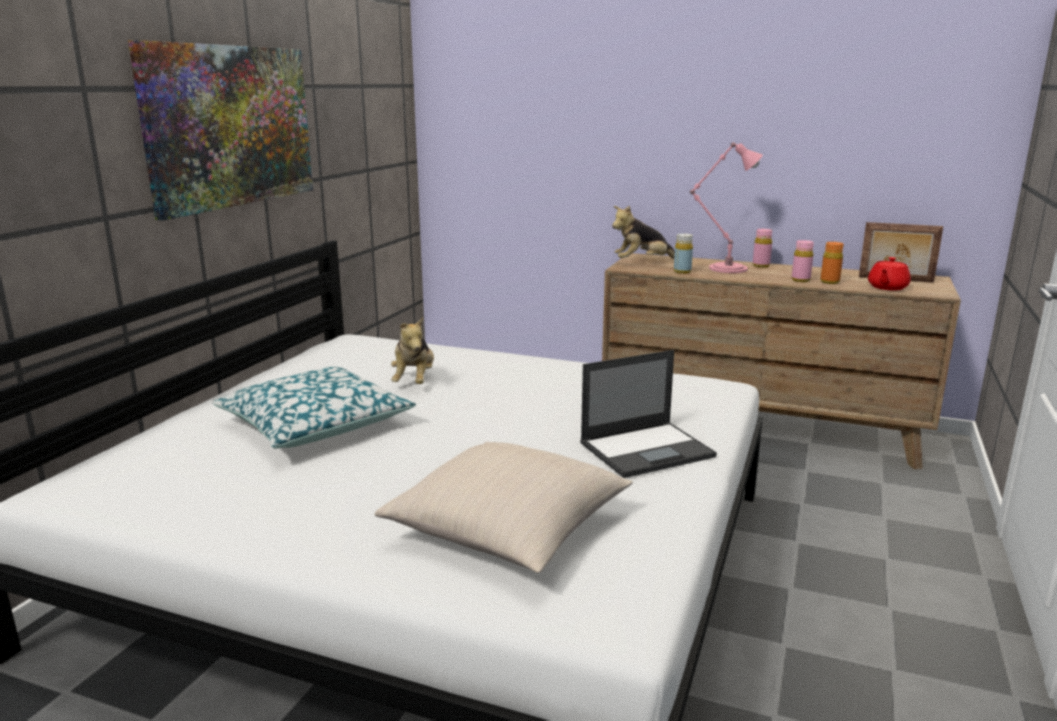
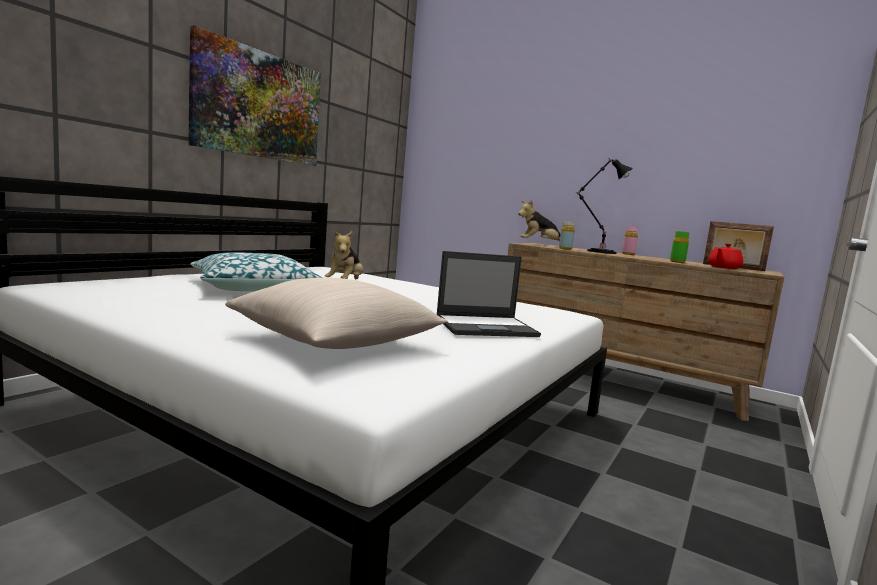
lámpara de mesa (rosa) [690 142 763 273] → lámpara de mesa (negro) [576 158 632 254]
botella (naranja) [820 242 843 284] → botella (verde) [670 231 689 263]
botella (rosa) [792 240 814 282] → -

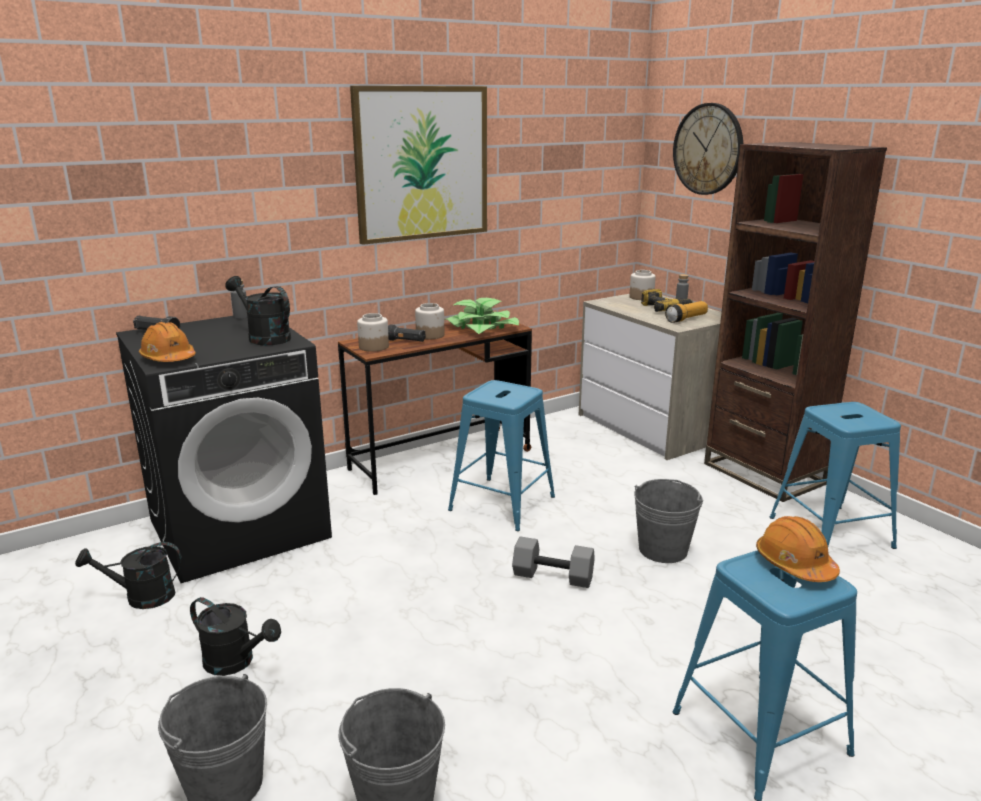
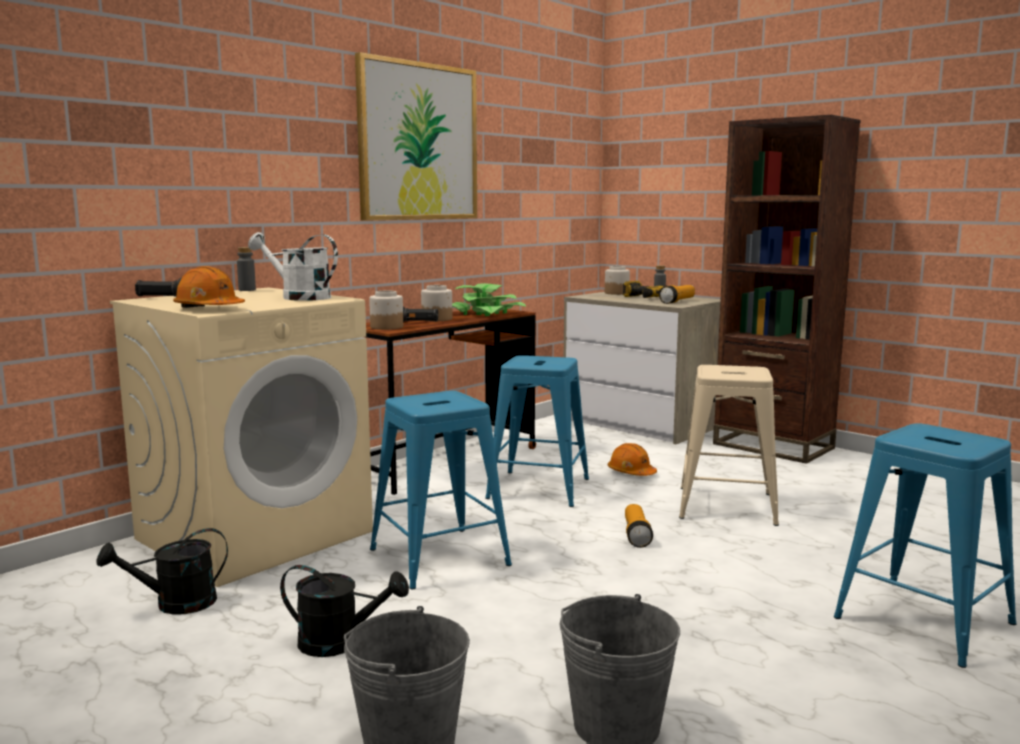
lavadora (negro) [116 316 332 583] → lavadora (beis) [110 287 373 587]
regadera (negro) [226 276 291 345] → regadera (blanco) [248 232 338 301]
taburete (azul) [770 402 901 549] → taburete (azul) [370 391 512 590], shifted
casco (naranja) [756 516 840 582] → casco (naranja) [608 443 657 476], shifted
mancuerna (gris) [512 536 595 588] → linterna [625 504 653 548]
cubo (gris) [634 479 703 563] → taburete (beis) [679 365 779 526]
reloj de pared [673 103 743 195] → -

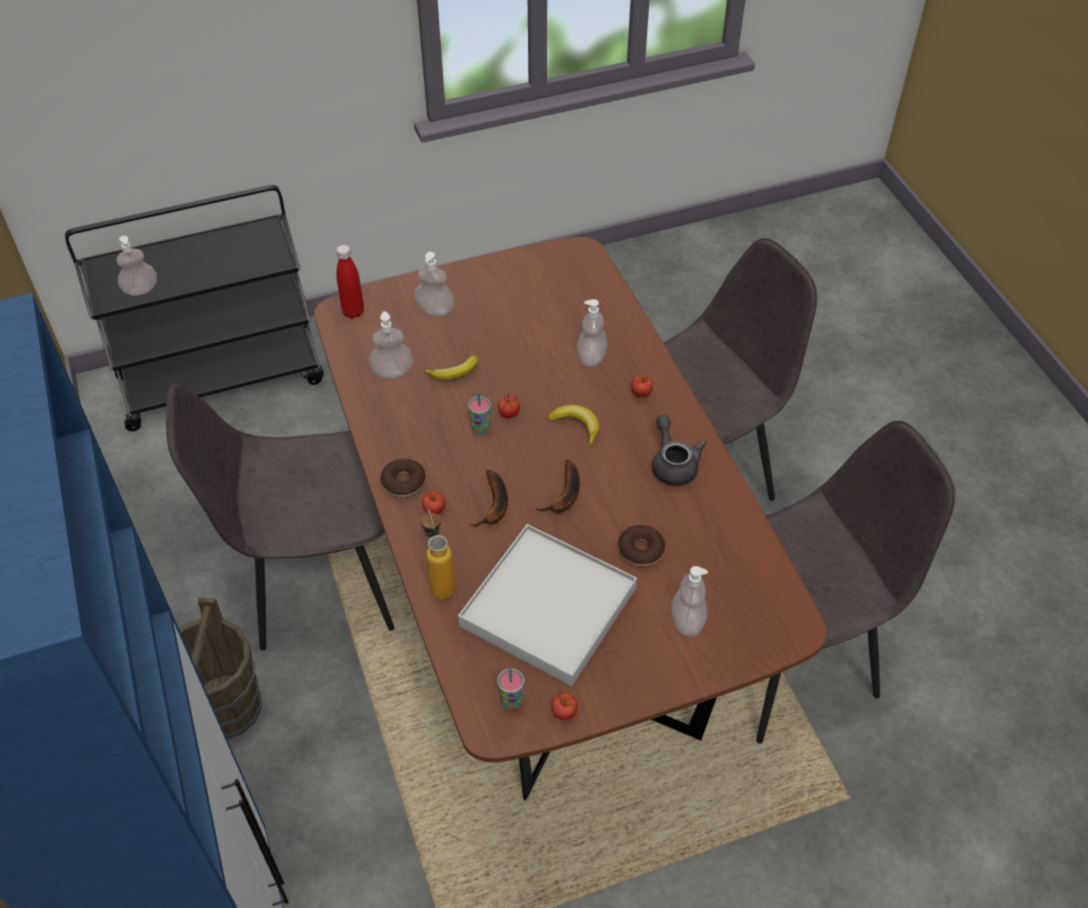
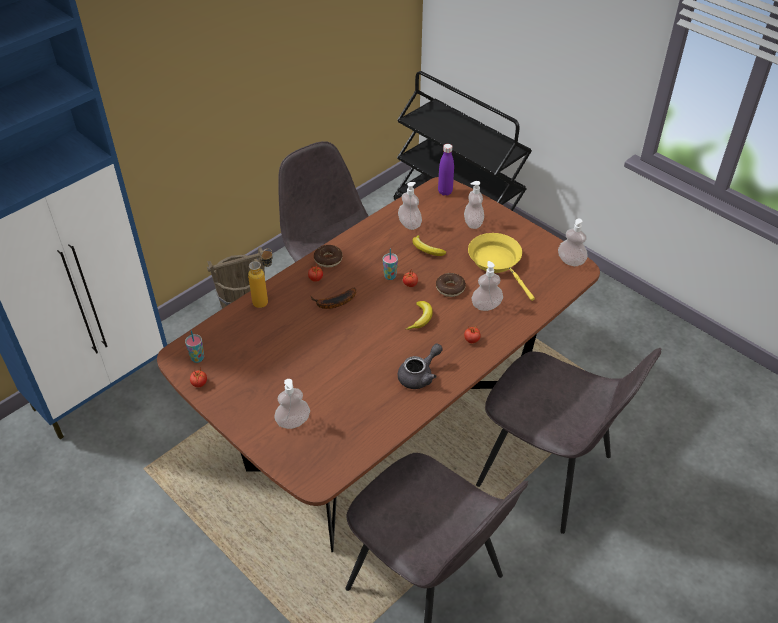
rosquilla [618 525 665 566] → rosquilla [436 273 466 297], shifted
botella (rojo) [336 245 364 319] → botella (morado) [438 144 454 196]
- → sartén (amarillo) [468 233 535 301]
dispensador de jabón [116 236 157 296] → dispensador de jabón [558 218 588 266], shifted
bandeja (blanco) [458 524 637 686] → -
plátano [536 460 580 513] → -

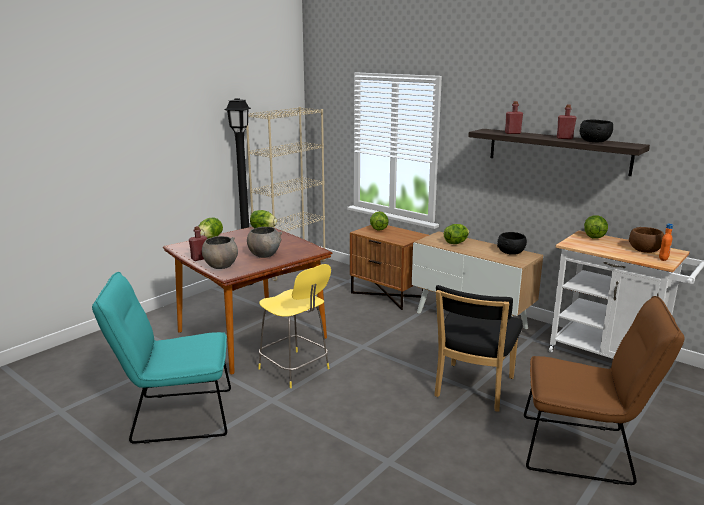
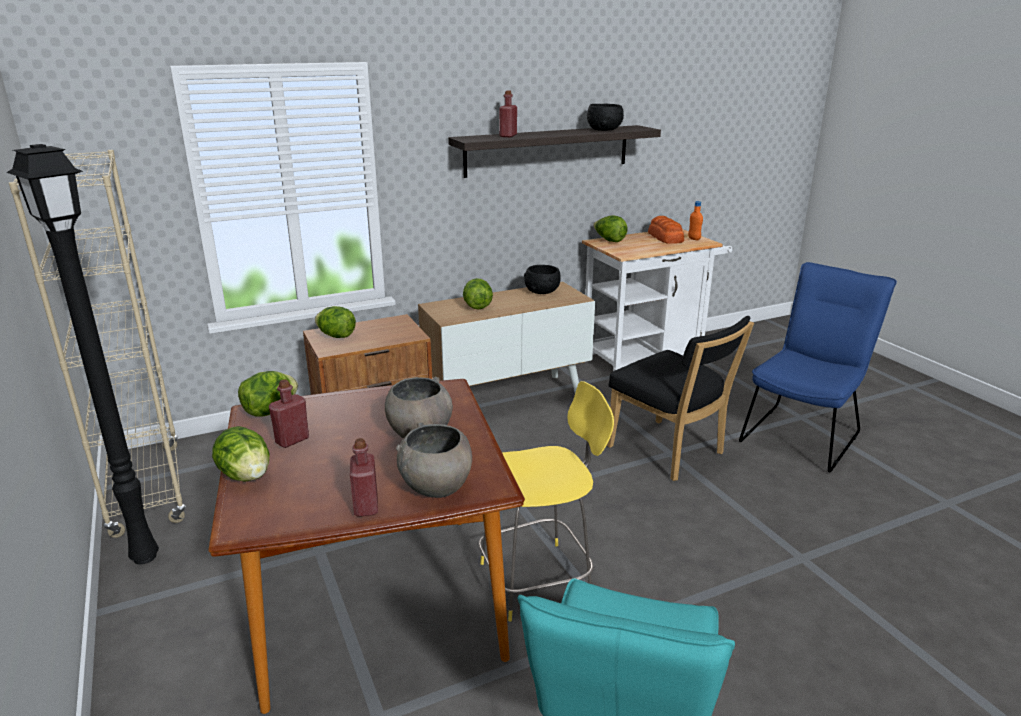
botella (rojo) [557 104 577 139] → botella (rojo) [269 379 309 448], shifted
cuenco (marrón) [629 227 664 253] → pan [648 216 684 244]
silla (marrón) [524 296 685 485] → silla (azul) [739 262 897 473]

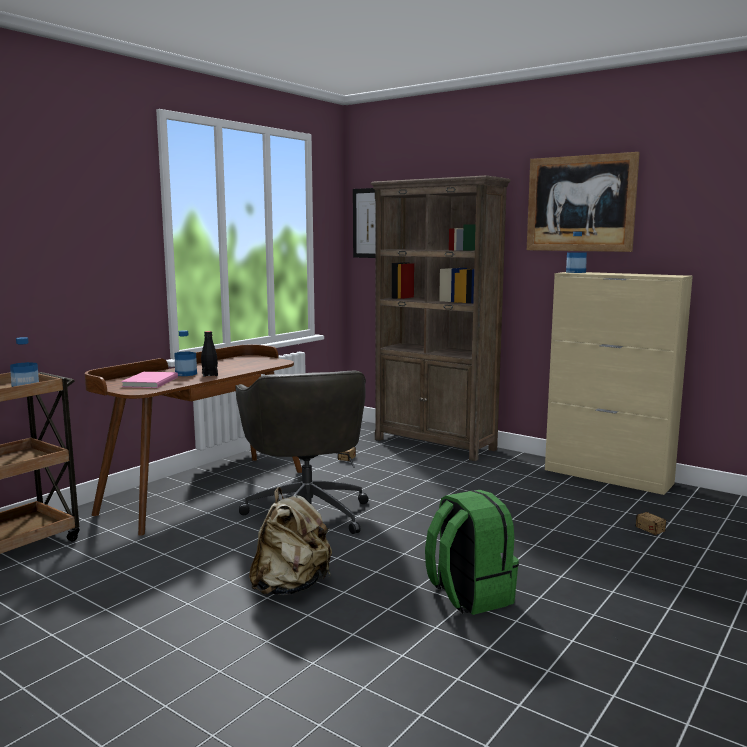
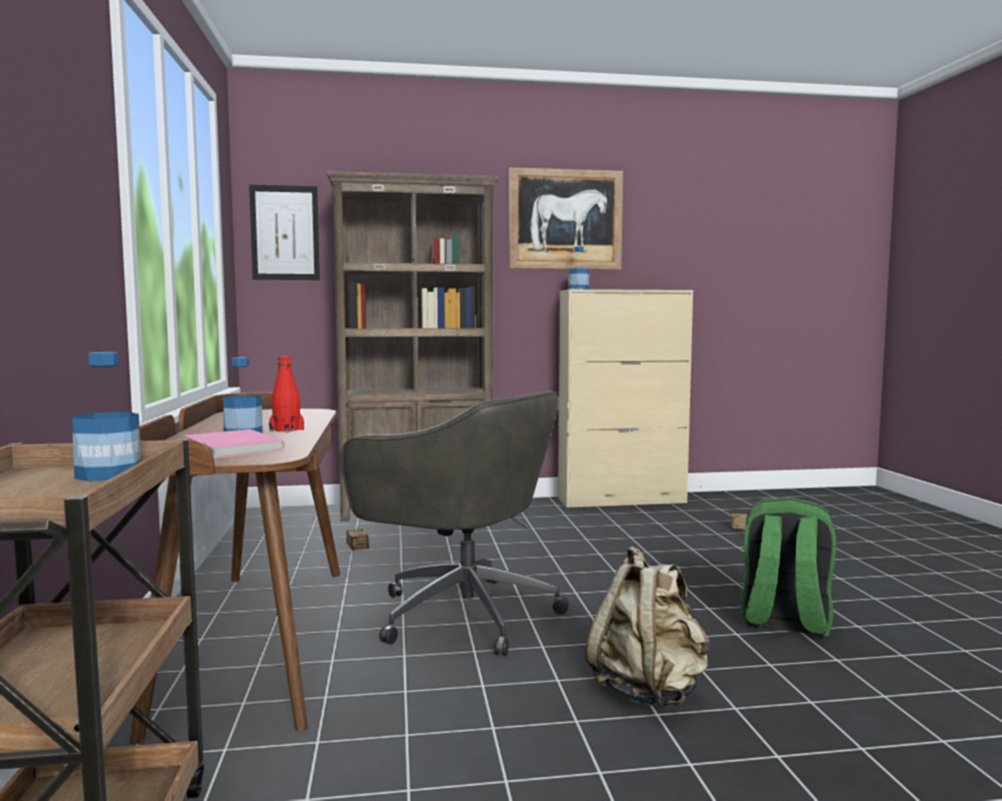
botella (negro) [201 331 218 377] → botella (rojo) [269 356 304 433]

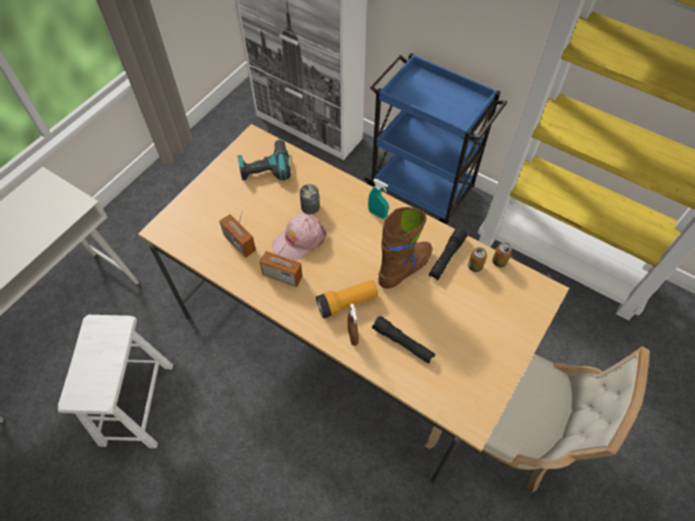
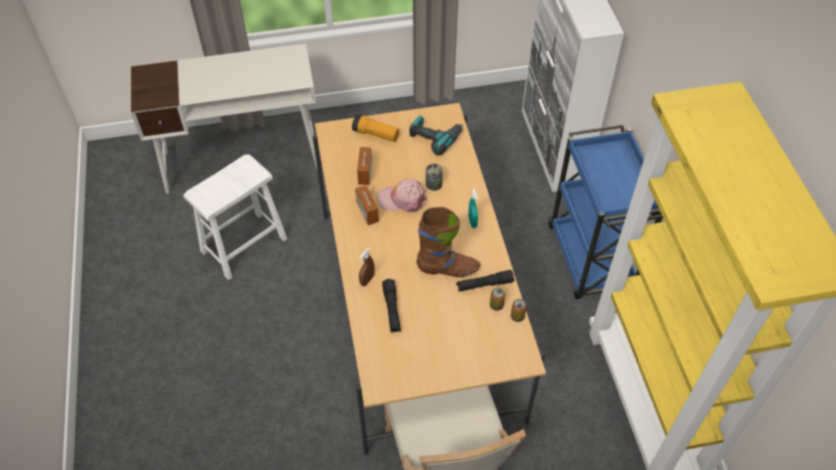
linterna [316 280 378 318] → linterna [352 114 399 142], shifted

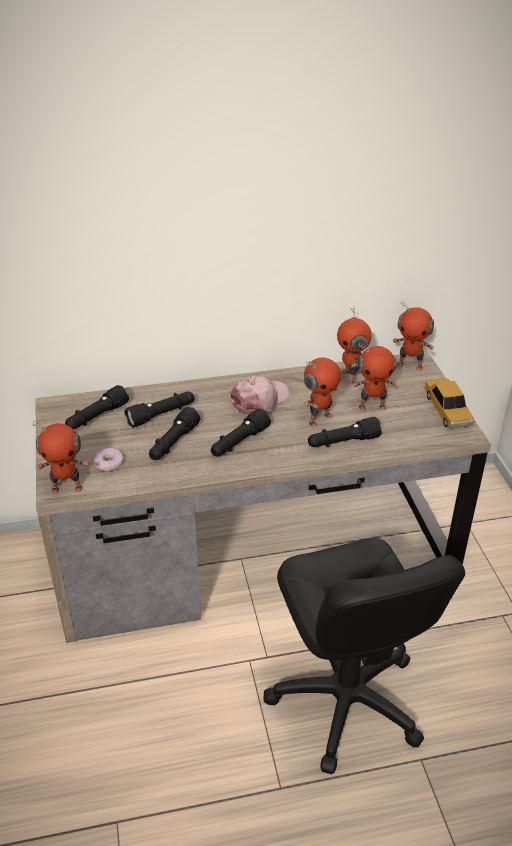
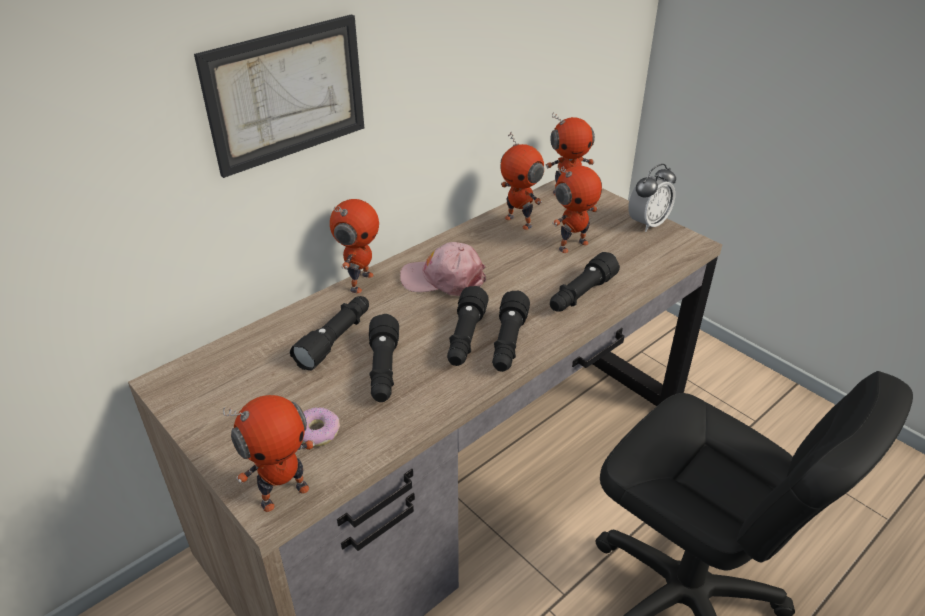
- → cuadro [194 14 364 178]
robot de juguete [303 357 341 426] → robot de juguete [330 199 379 293], shifted
gorra (rosa) [230 376 290 414] → gorra (rosa) [400 242 486 296], 90 degrees counterclockwise
linterna (negro) [65 385 129 430] → linterna (negro) [492 290 530 372], shifted
coche de juguete [424 379 474 429] → despertador [628 164 676 232]

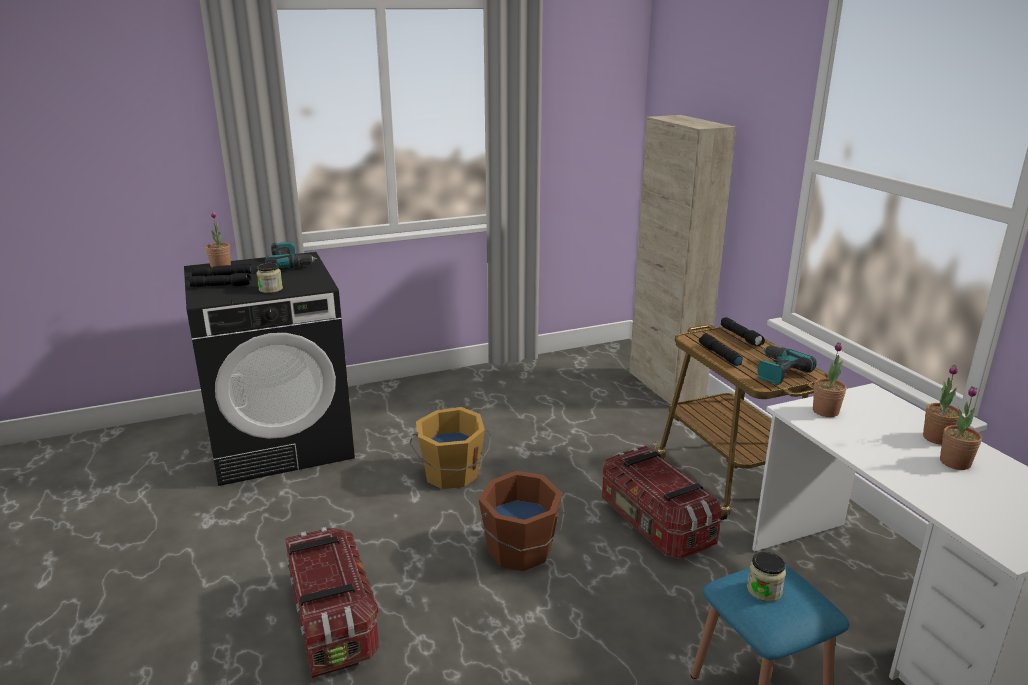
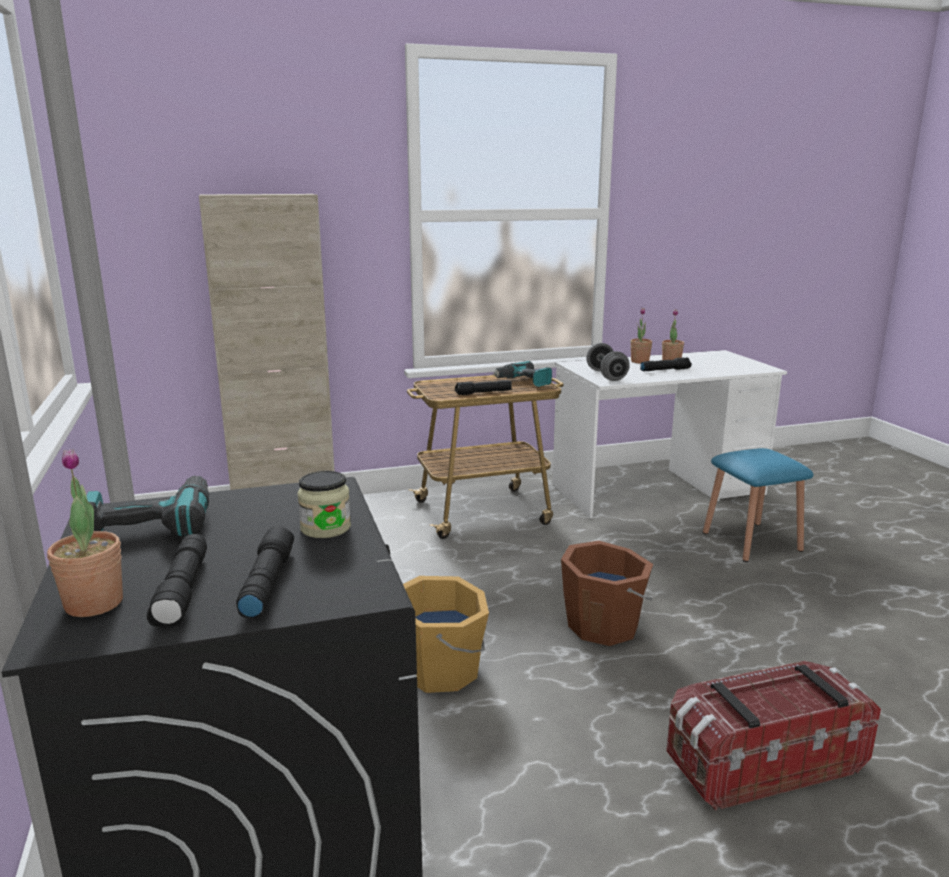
planta en maceta [813 342 847 417] → mancuerna (gris) [586 343 630 381]
linterna (negro) [721 317 765 346] → linterna (negro) [640 357 692 371], shifted
caja de almacenaje [602 446 722 559] → -
tarro [747 552 786 602] → -

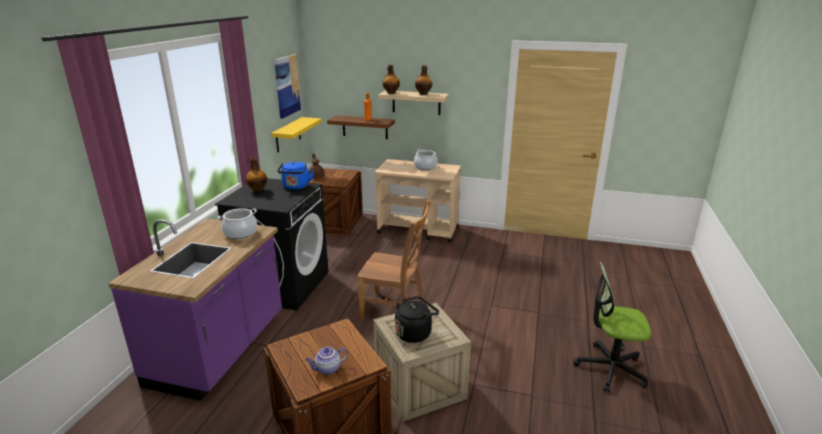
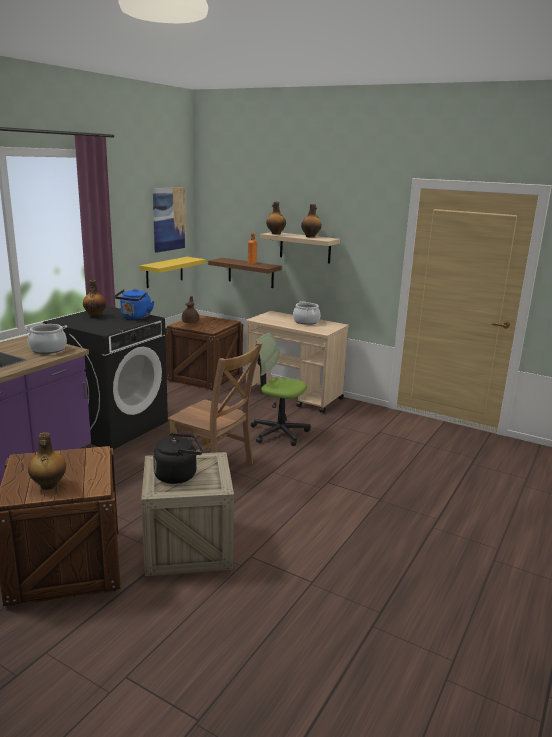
tetera [306 347 348 375] → botella [28 432 66 490]
silla de oficina [573 262 651 393] → silla de oficina [251 333 311 446], shifted

